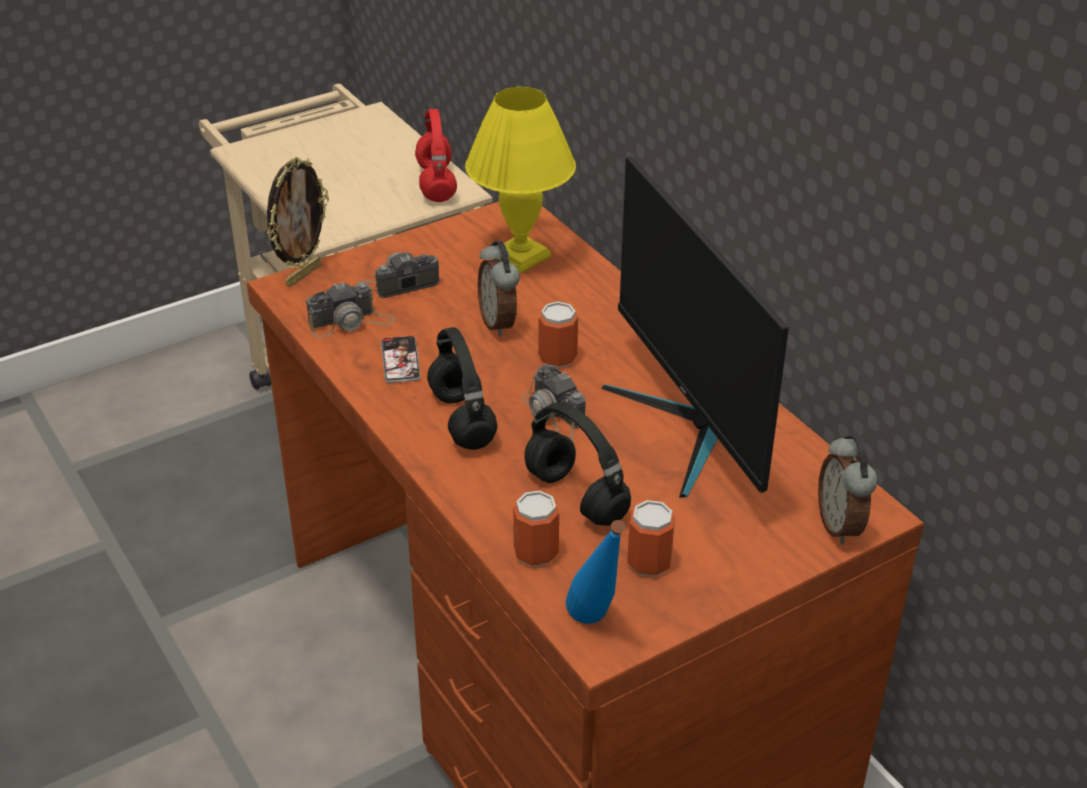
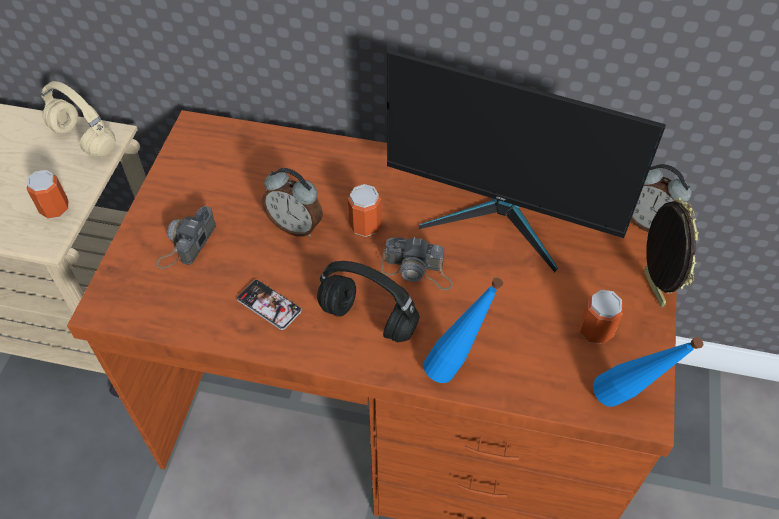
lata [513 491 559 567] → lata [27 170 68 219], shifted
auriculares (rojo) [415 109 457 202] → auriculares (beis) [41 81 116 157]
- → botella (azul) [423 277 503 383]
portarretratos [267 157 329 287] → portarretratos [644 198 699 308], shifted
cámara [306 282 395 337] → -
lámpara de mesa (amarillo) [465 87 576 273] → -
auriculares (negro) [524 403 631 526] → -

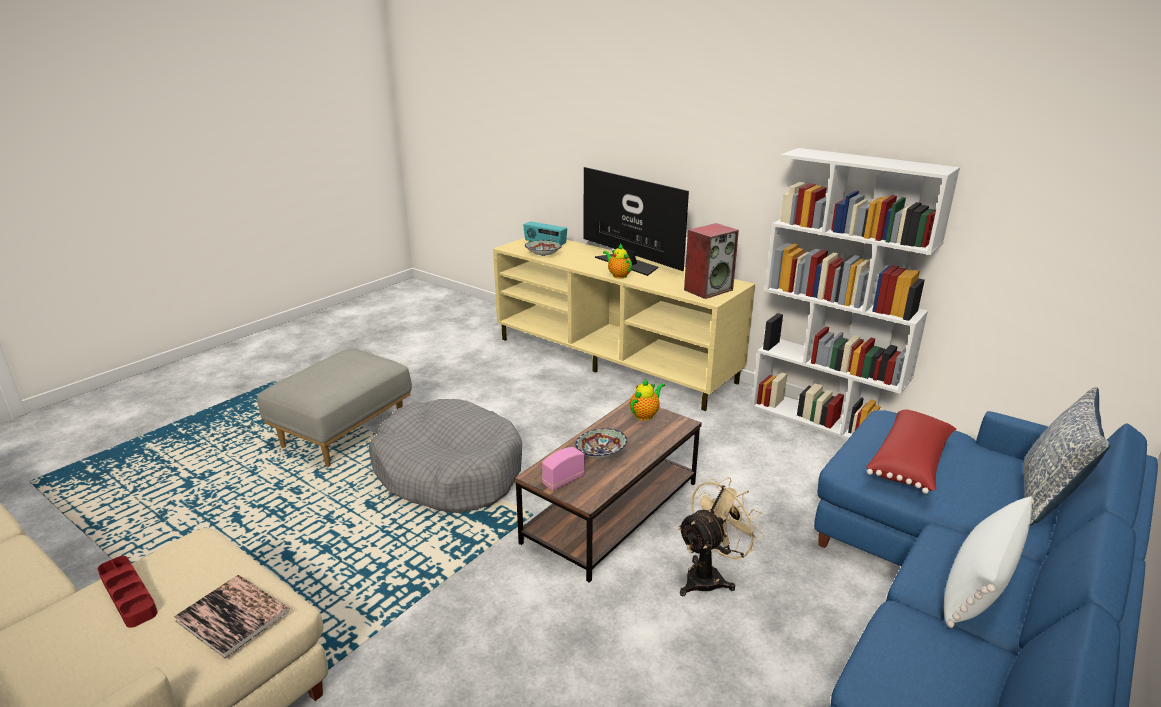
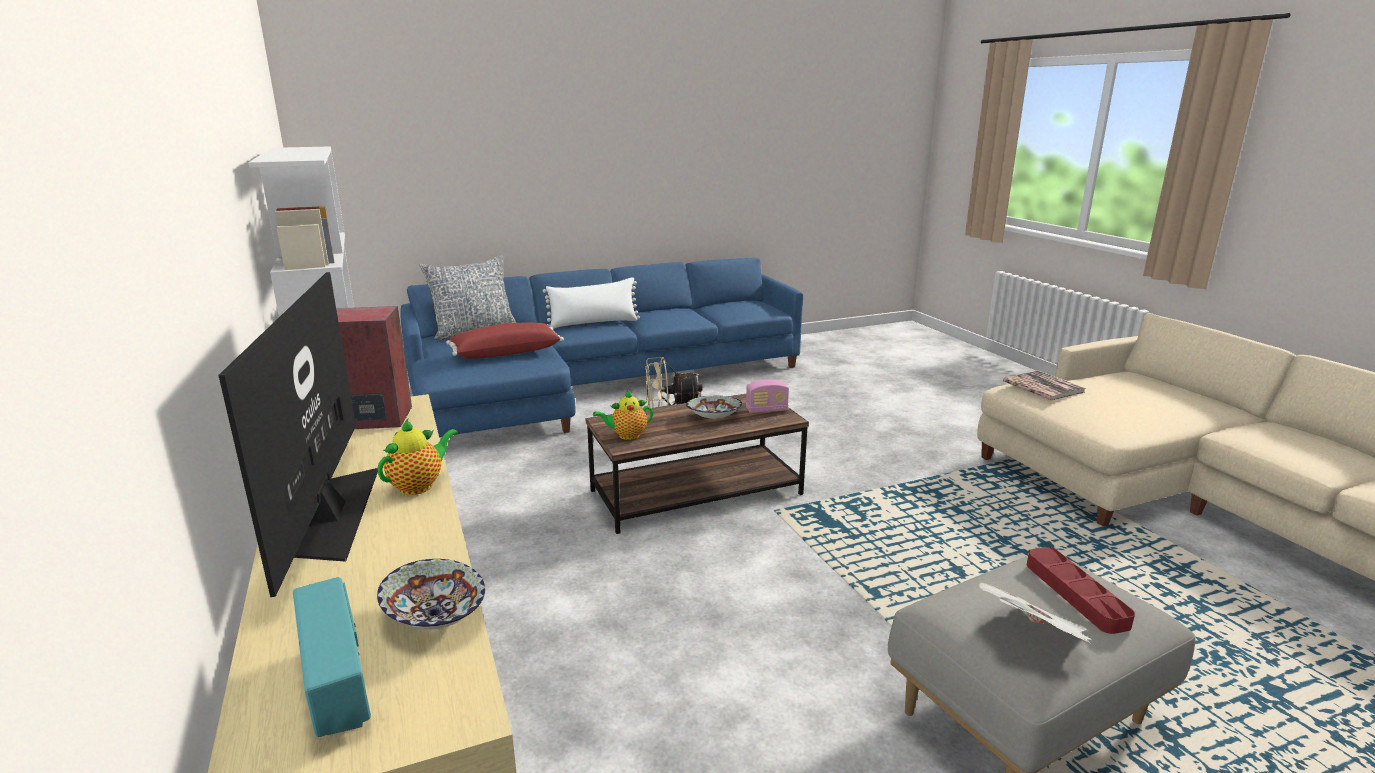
tetera [603 244 632 279] → tetera [377 419 458 495], 135 degrees counterclockwise
- → periódico [979 583 1092 643]
bandeja (rojo) [97 556 158 628] → bandeja (rojo) [1027 547 1135 634], shifted
cama para perro (gris) [369 399 522 513] → -

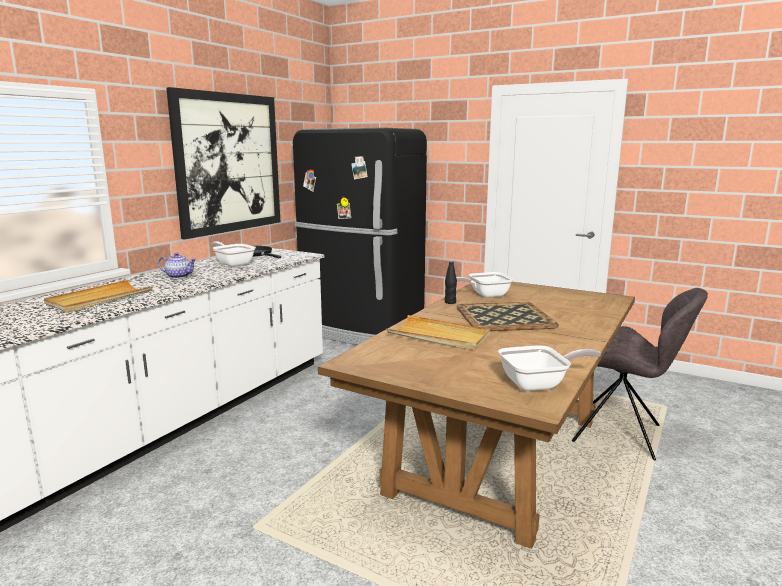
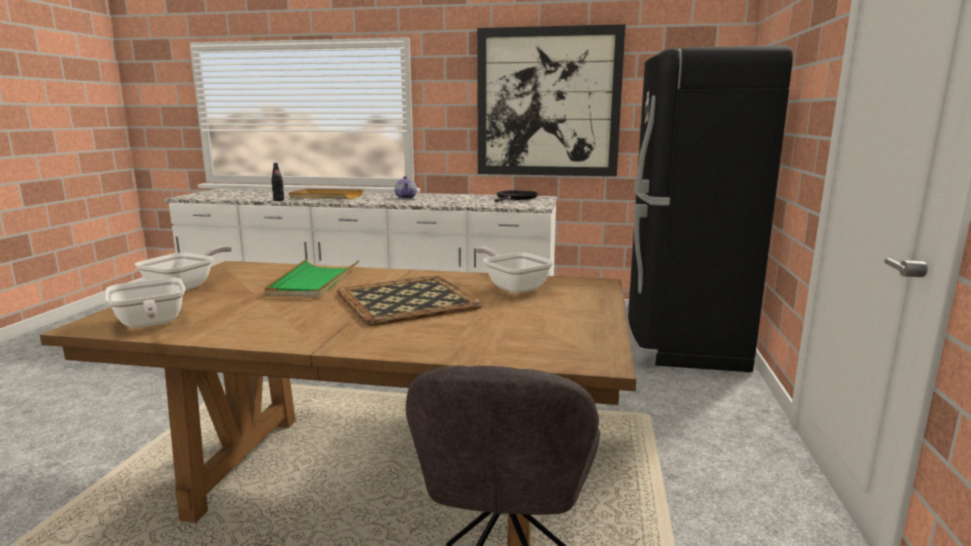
sartén [211 241 256 267] → sartén [135 246 232 291], shifted
bandeja (beis) [387 315 490 351] → bandeja (verde) [264 259 359 298]
botella (negro) [445 261 457 304] → botella (negro) [272 163 284 201], shifted

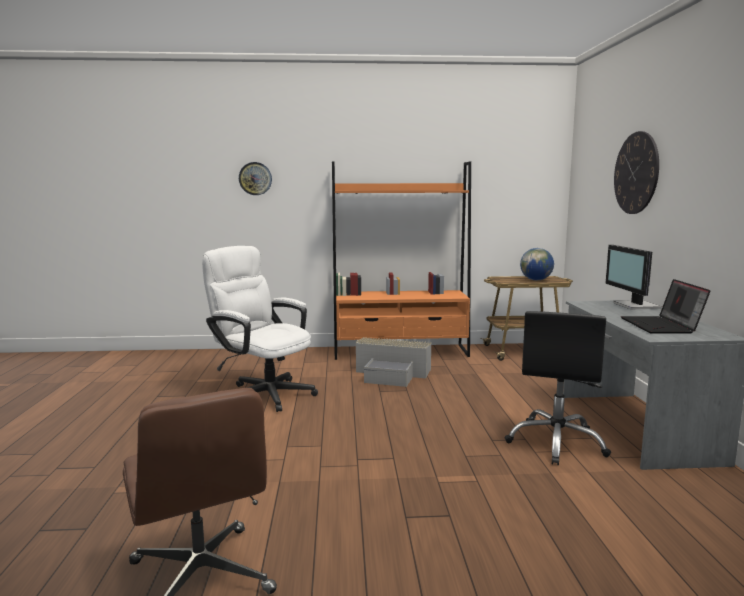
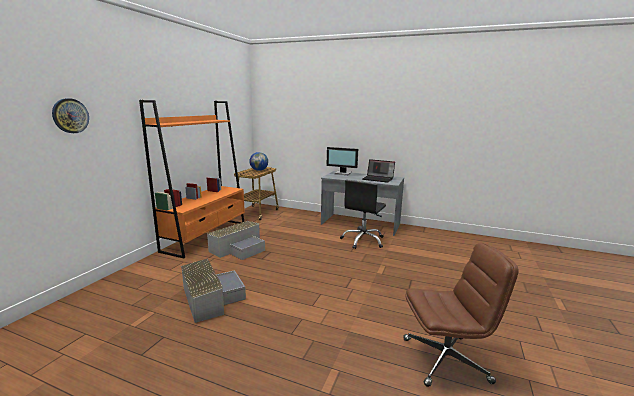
silla de oficina (blanco) [202 246 318 412] → caja de almacenaje (gris) [181 258 246 323]
silla de oficina (negro) [505 311 611 465] → silla de oficina (negro) [340 180 386 249], 75 degrees clockwise
reloj de pared [614 131 659 214] → -

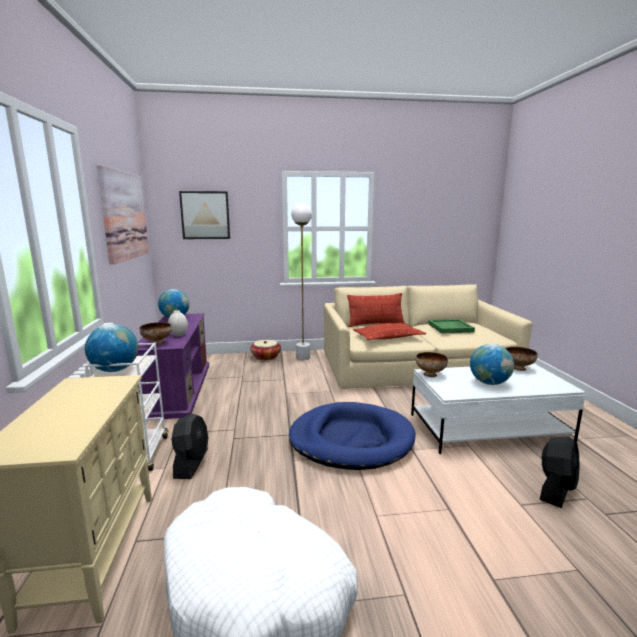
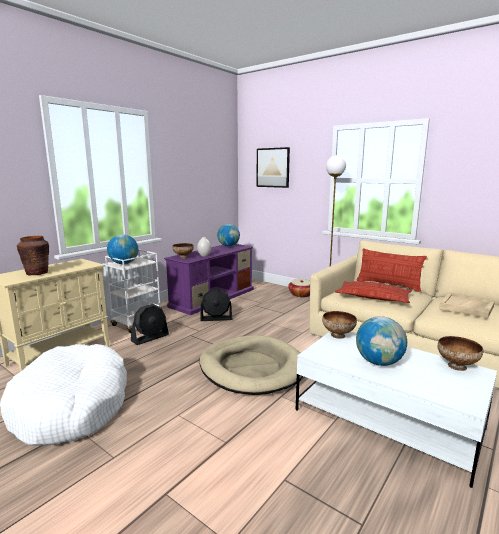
- → florero (marrón) [17 236 49 275]
cama para perro (azul) [289 402 416 470] → cama para perro (beis) [199 335 303 395]
ventilador (negro) [540 436 580 508] → ventilador (negro) [200 289 232 321], shifted
bandeja (verde) [428 319 475 334] → bandeja (beis) [439 293 495 319]
cuadro [97 165 149 264] → -

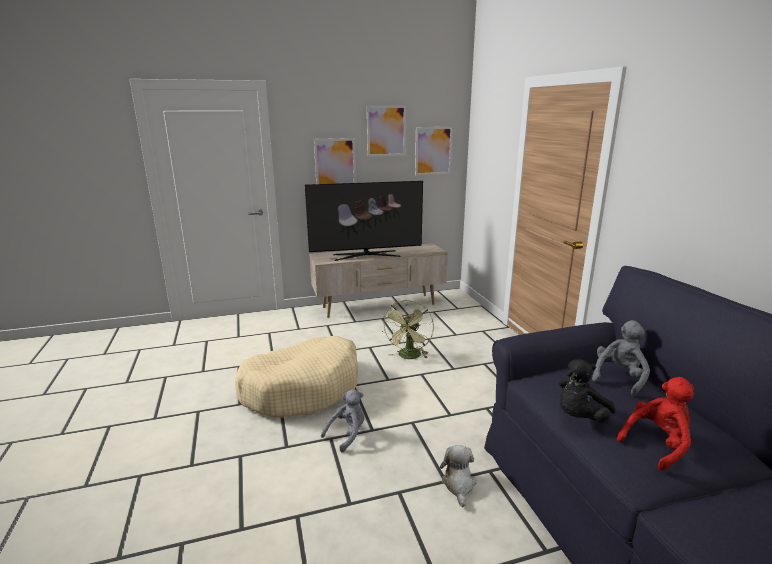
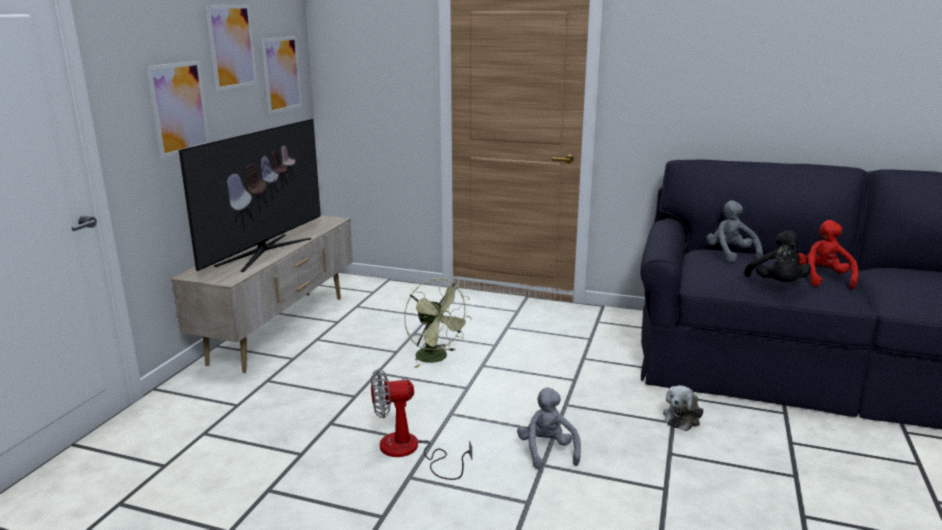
cama para perro (beis) [235 336 358 418] → ventilador [371 369 472 480]
peluche [440 445 477 507] → peluche [663 385 703 431], 90 degrees counterclockwise

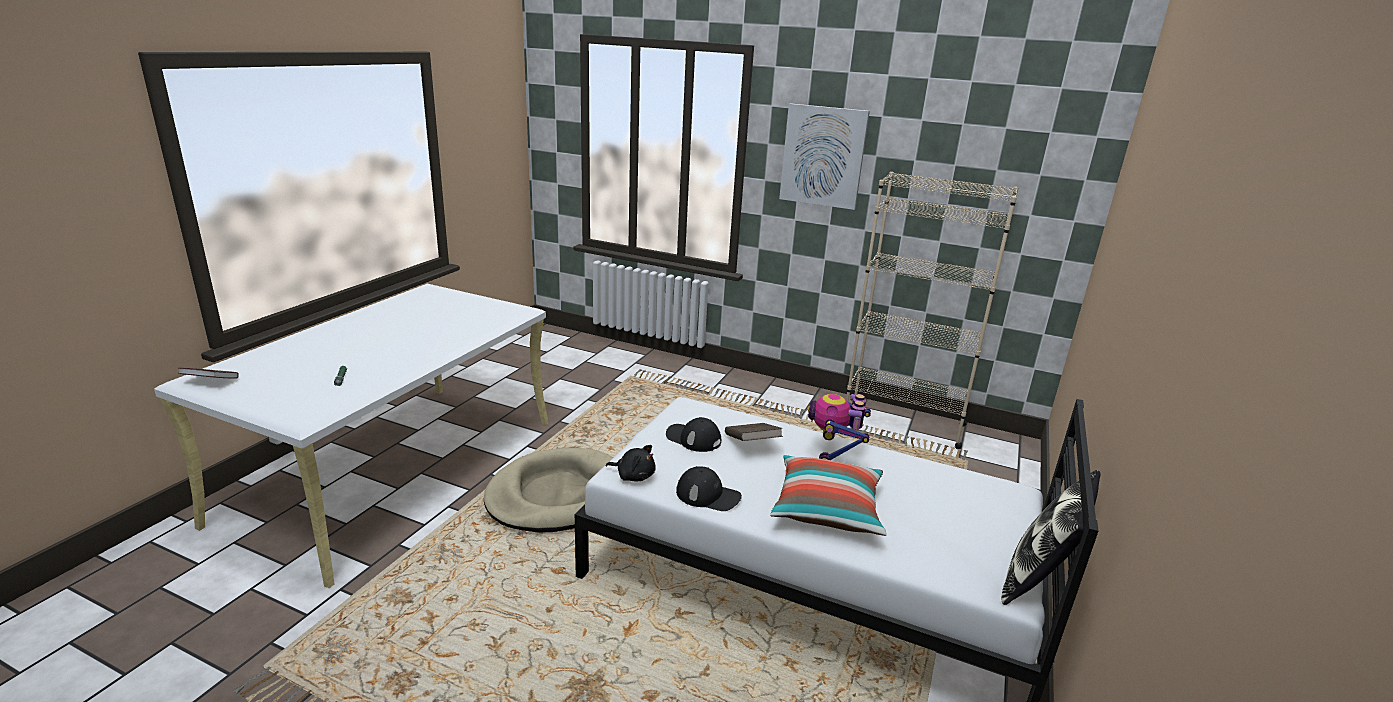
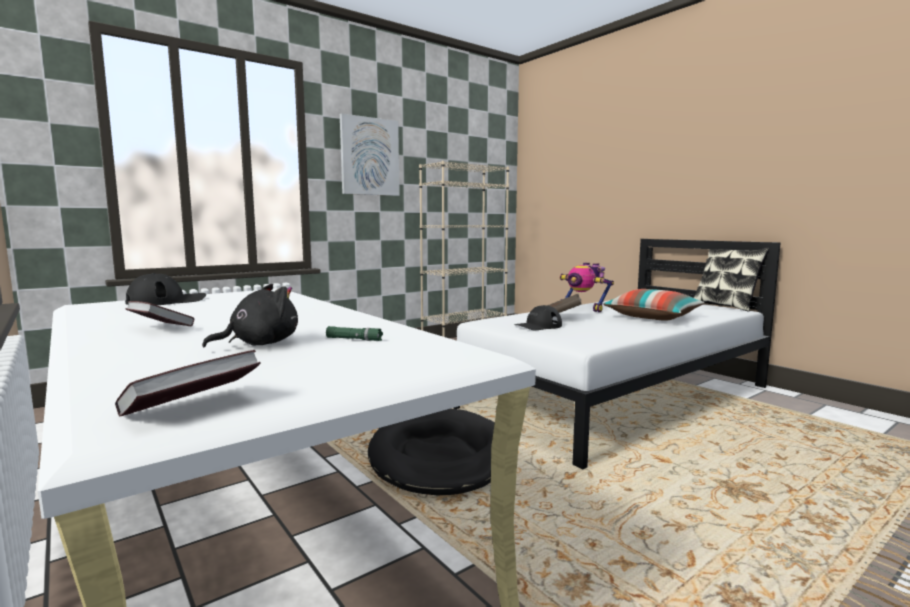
gorra (negro) [676 466 742 511] → gorra (negro) [125 273 206 305], shifted
- → libro [125 301 194 326]
peluche (negro) [606 445 656 482] → peluche (negro) [202 284 298 348], shifted
cama para perro (beis) [484 448 613 533] → cama para perro (negro) [368 408 495 495]

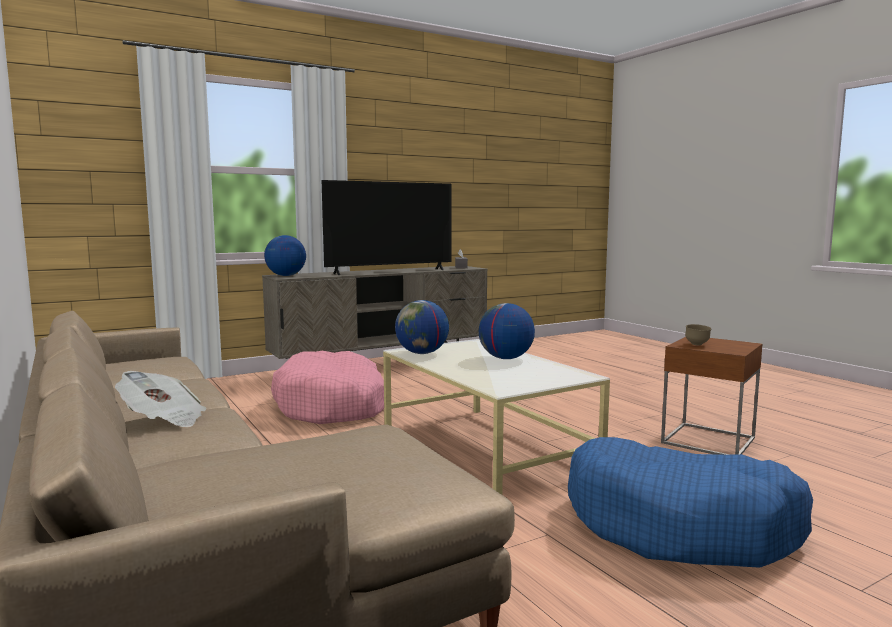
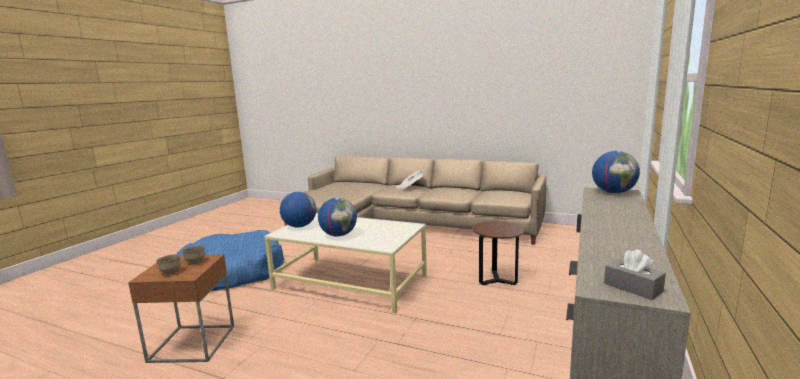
- → cuenco (marrón) [156 254 181 274]
globo terráqueo [395 300 449 354] → globo terráqueo [280 192 316 228], shifted
cama para perro (rosa) [271 351 384 424] → mesa auxiliar (marrón) [472 221 524 285]
televisor [322 180 452 275] → -

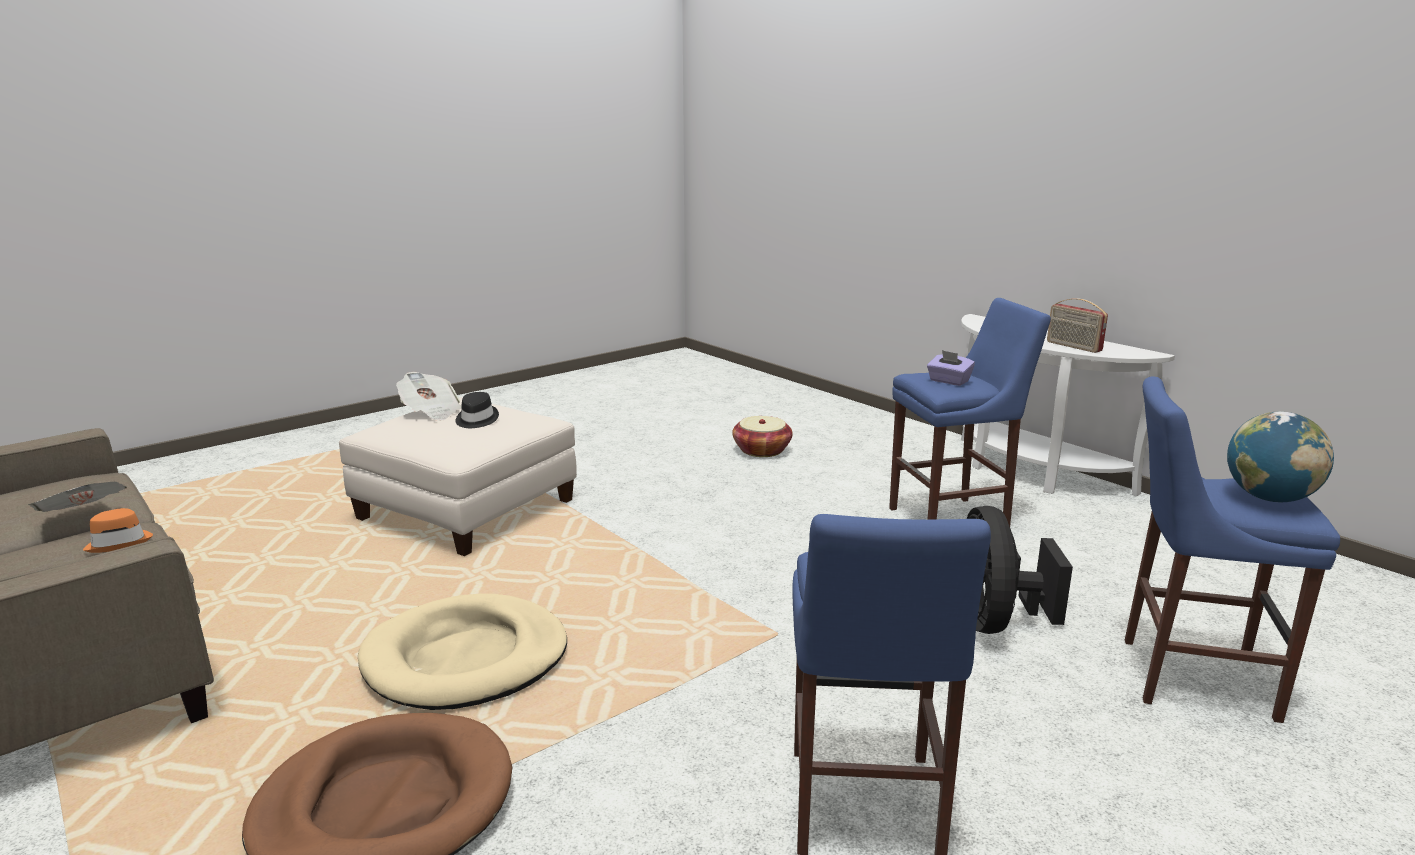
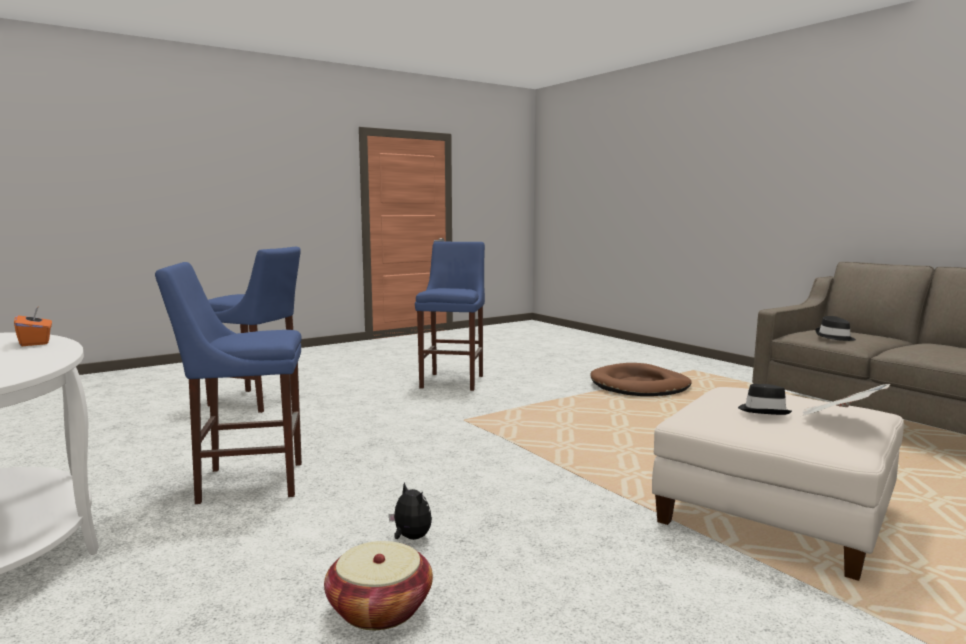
radio [1047 298 1108 353] → caja de pañuelos (naranja) [14 306 52 346]
- → peluche [389 482 432 540]
sombrero (naranja) [83 508 153 553] → sombrero (negro) [815 316 856 341]
periódico [28 482 127 512] → -
cama para perro (beis) [358 593 567 710] → -
caja de pañuelos (morado) [927 350 975 386] → -
ventilador (negro) [966 506 1073 634] → -
globo terráqueo [1227 412 1334 502] → -

